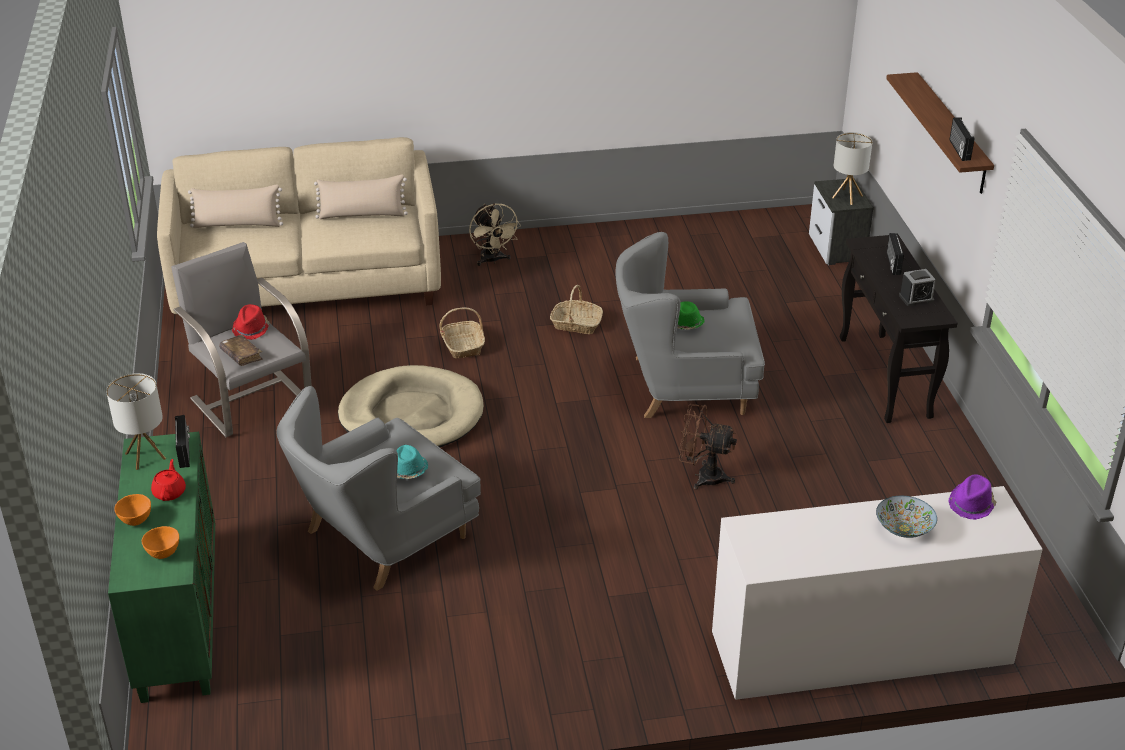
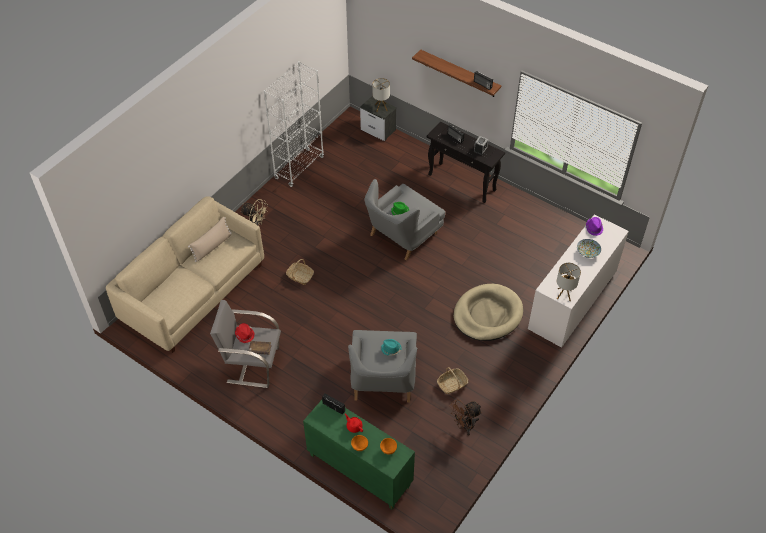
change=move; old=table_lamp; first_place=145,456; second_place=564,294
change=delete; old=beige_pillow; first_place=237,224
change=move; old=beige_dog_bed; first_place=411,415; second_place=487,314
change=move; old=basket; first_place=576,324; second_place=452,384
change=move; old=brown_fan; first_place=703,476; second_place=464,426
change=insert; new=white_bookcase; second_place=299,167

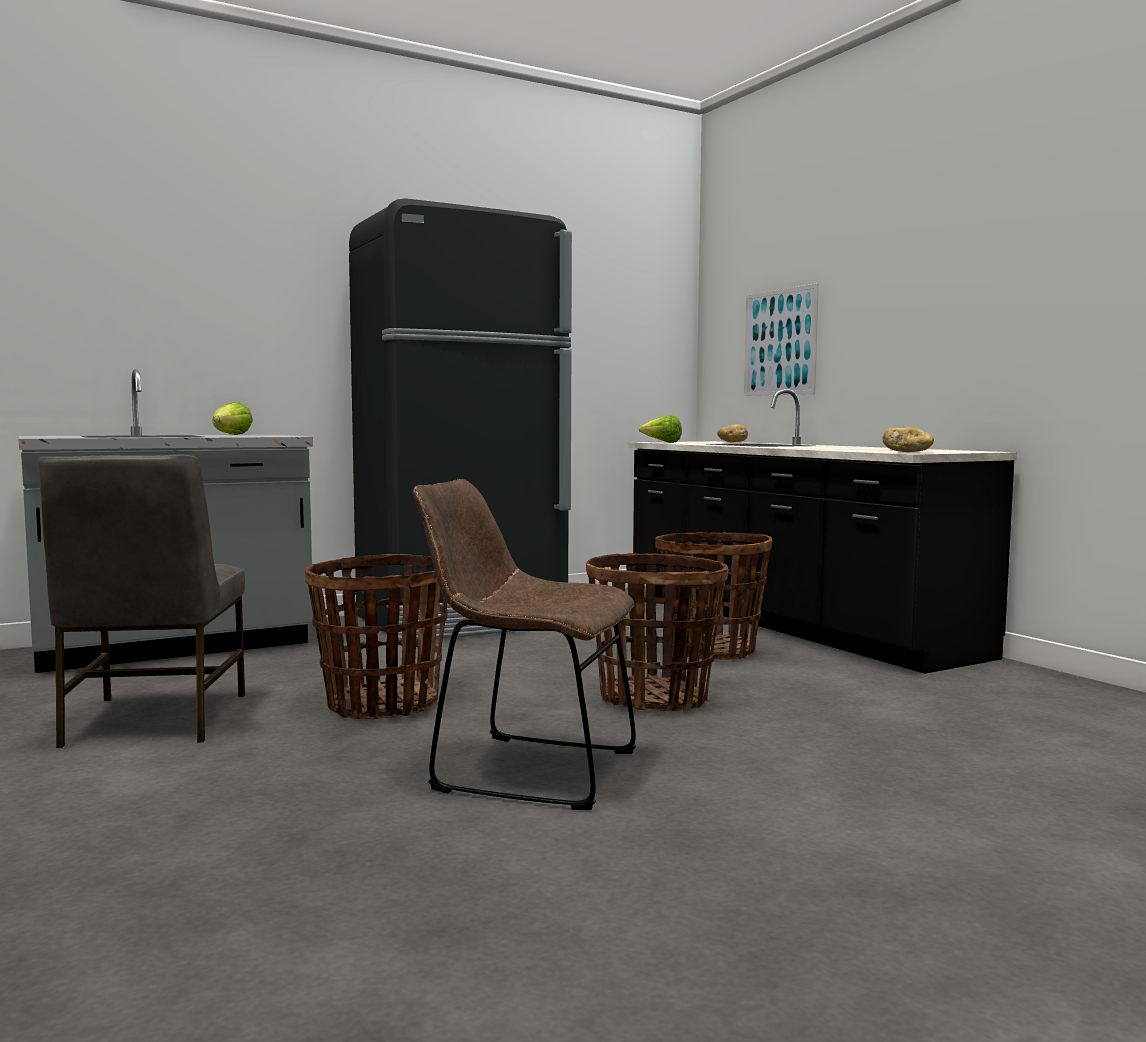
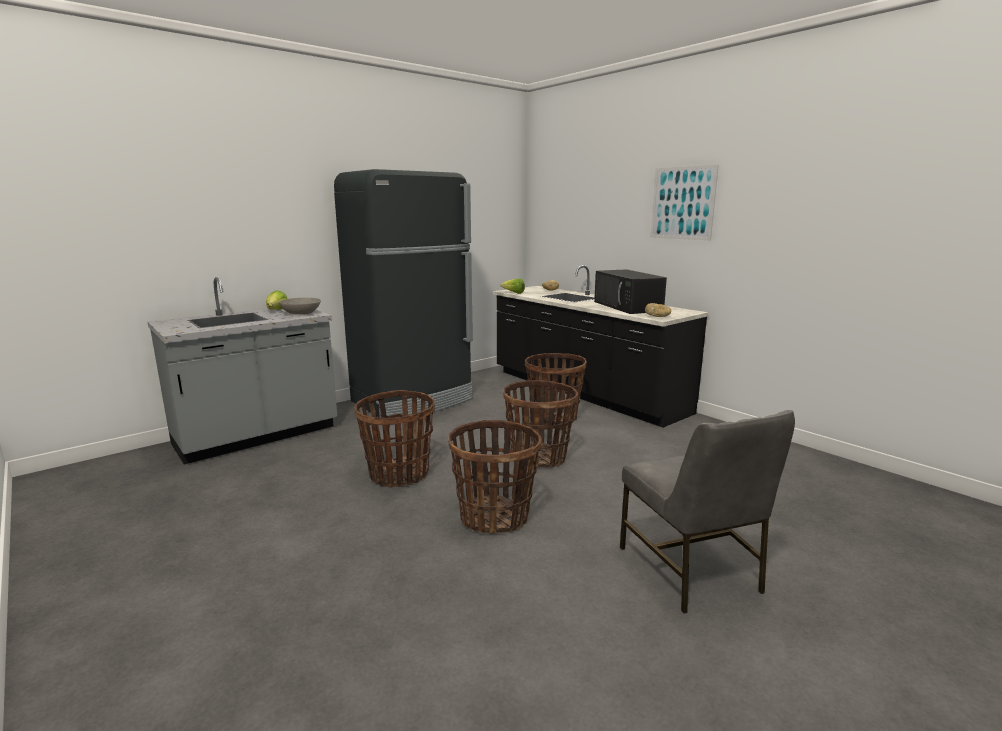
change=move; old=grey_chair; first_place=152,720; second_place=690,570
change=replace; old=brown_chair; new=basket; first_place=525,770; second_place=494,517
change=move; old=picture; first_place=779,342; second_place=682,203
change=insert; new=grey_bowl; second_place=301,313
change=insert; new=black_microwave; second_place=628,306

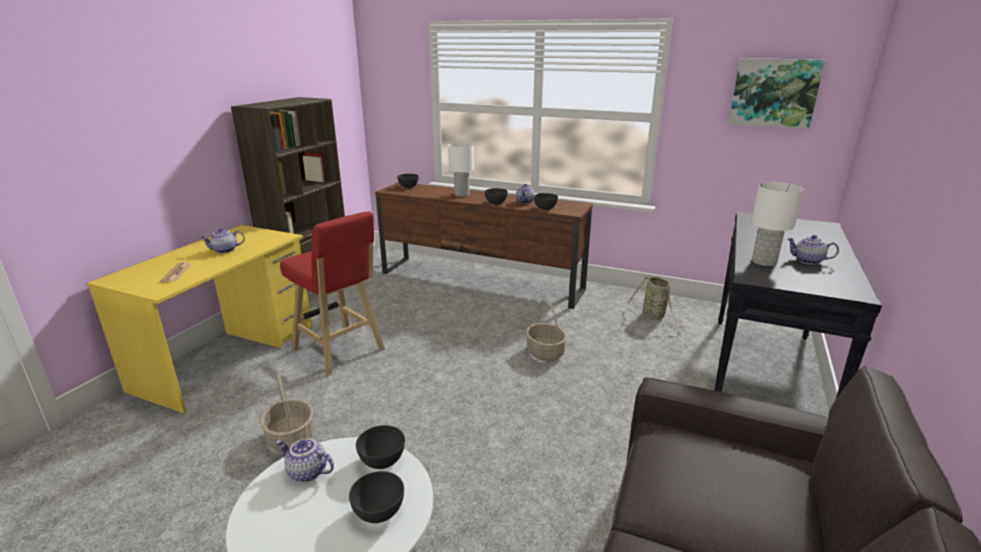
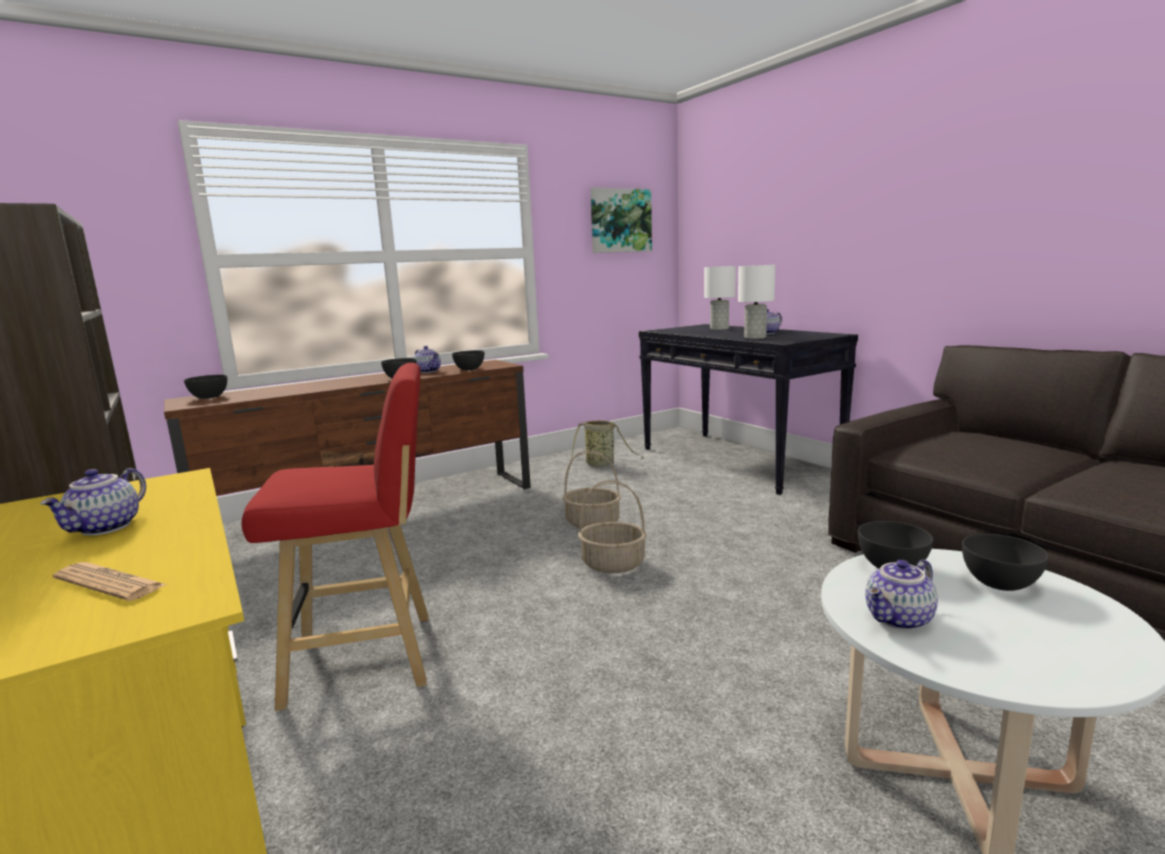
change=move; old=basket; first_place=291,438; second_place=613,564
change=move; old=white_table_lamp; first_place=461,194; second_place=719,329

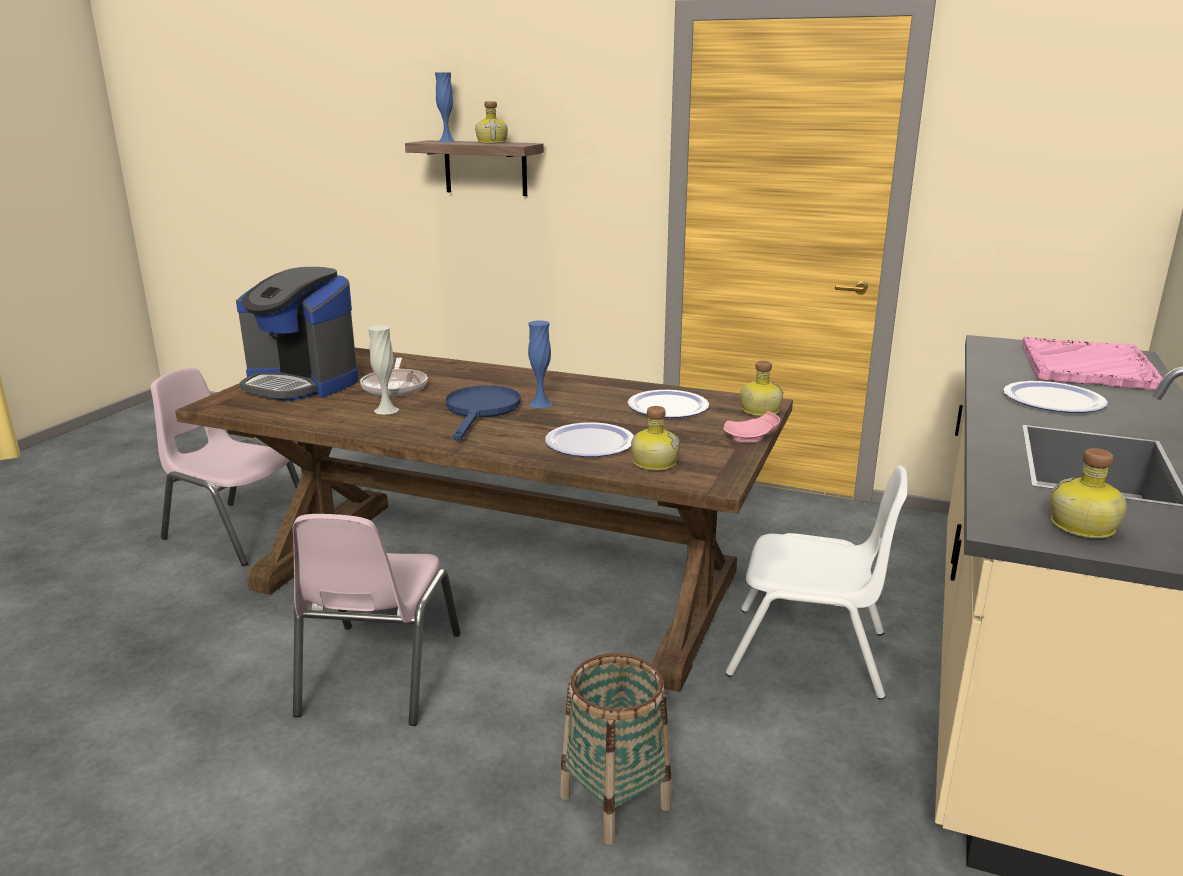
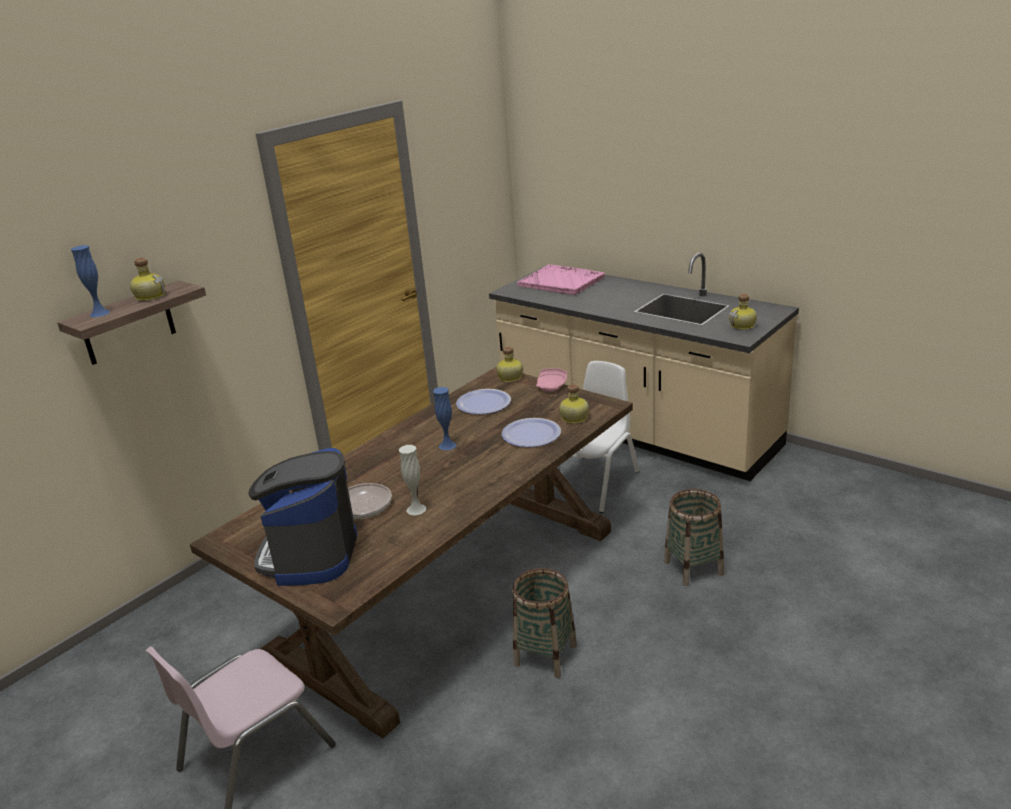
change=rotate; old=coffee_machine; first_place=301,383; second_place=310,555; degrees=135
change=replace; old=pink_chair; new=basket; first_place=379,673; second_place=545,655
change=delete; old=blue_frying_pan; first_place=481,411
change=delete; old=plate; first_place=1053,400

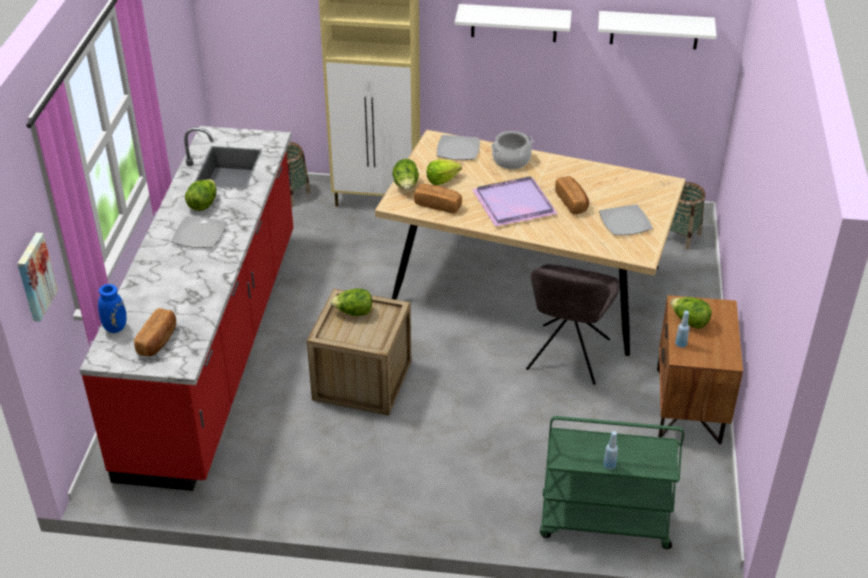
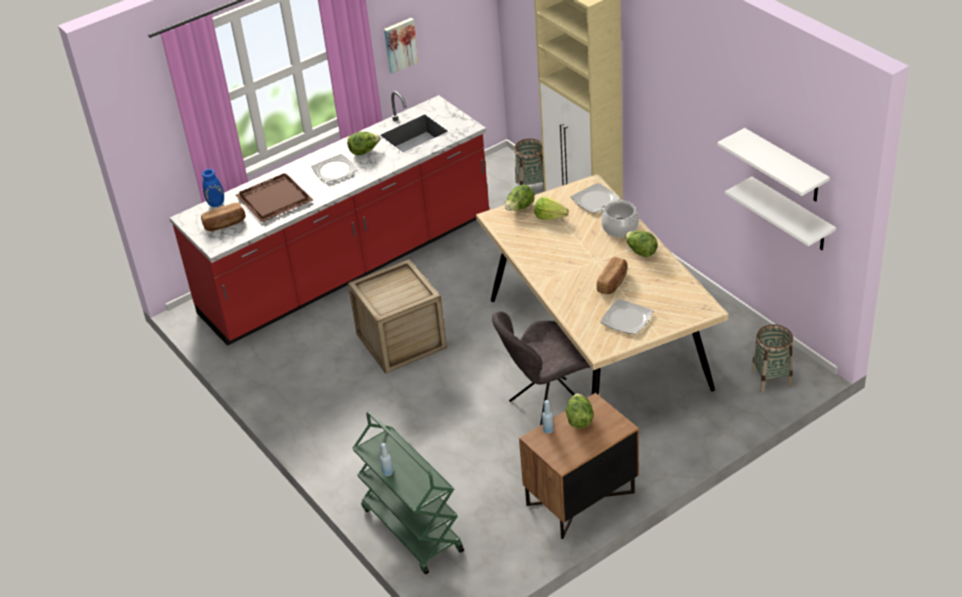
change=move; old=picture; first_place=34,277; second_place=400,45
change=move; old=lettuce; first_place=353,313; second_place=641,252
change=delete; old=bread; first_place=438,205
change=move; old=white_shelf; first_place=514,23; second_place=791,215
change=delete; old=purple_tray; first_place=513,204
change=insert; new=brown_tray; second_place=276,199

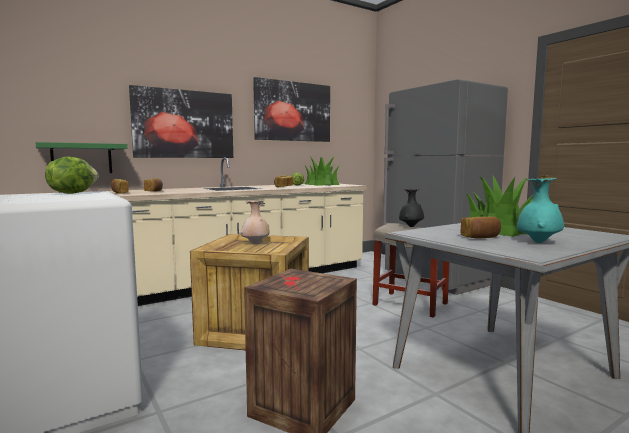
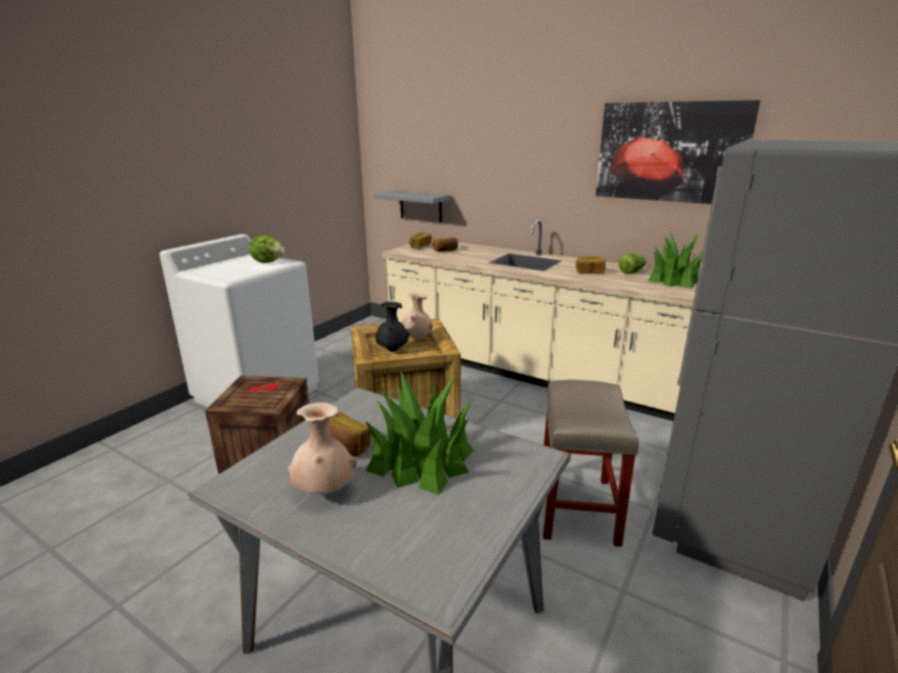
change=recolor; old=green_shelf; new=grey_shelf; first_place=82,158; second_place=421,206
change=delete; old=picture; first_place=184,124
change=move; old=black_vase; first_place=411,226; second_place=392,351
change=recolor; old=turquoise_vase; new=beige_vase; first_place=538,242; second_place=325,492

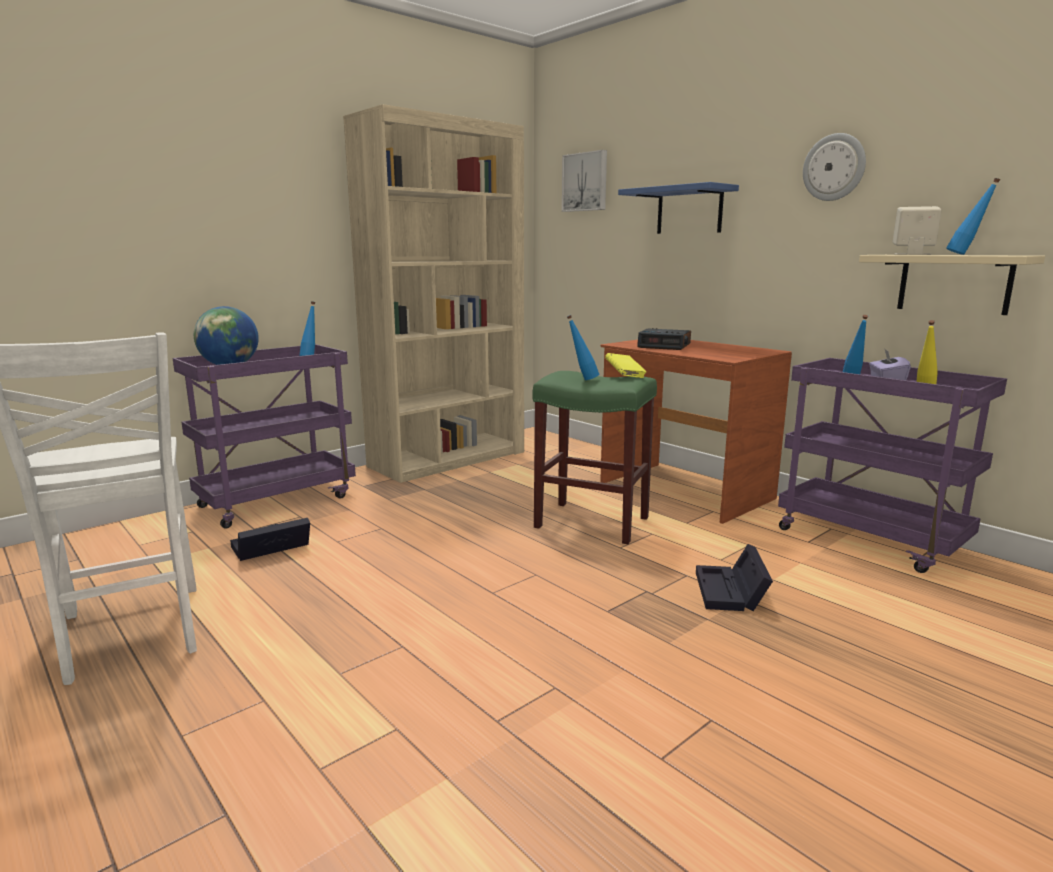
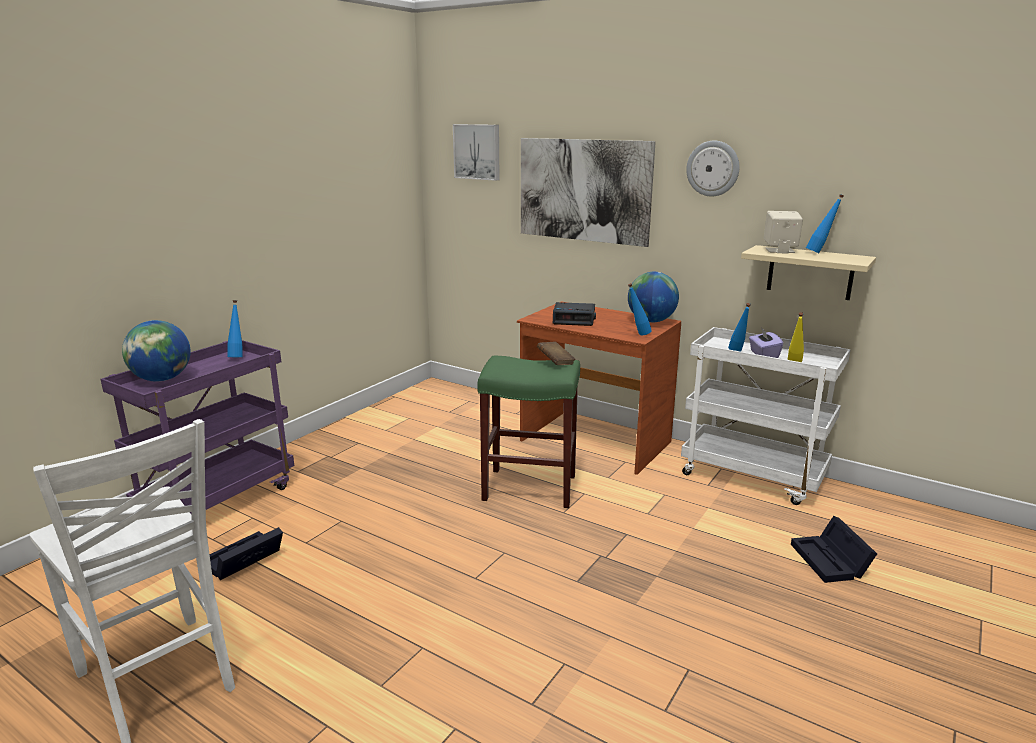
change=delete; old=beige_bookcase; first_place=448,459
change=move; old=blue_bottle; first_place=582,379; second_place=638,335
change=recolor; old=yellow_book; new=brown_book; first_place=625,376; second_place=555,362
change=replace; old=blue_shelf; new=picture; first_place=689,211; second_place=583,190
change=move; old=black_storage_box; first_place=731,592; second_place=831,561
change=recolor; old=purple_cart; new=white_cart; first_place=871,539; second_place=753,476
change=insert; new=globe; second_place=651,321

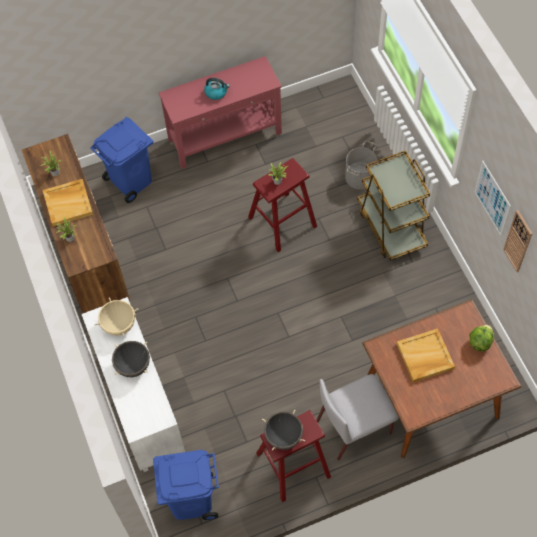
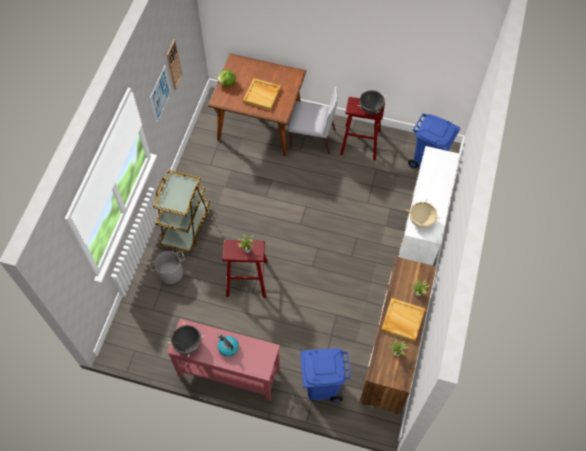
change=move; old=black_cooking_pot; first_place=133,366; second_place=188,344

